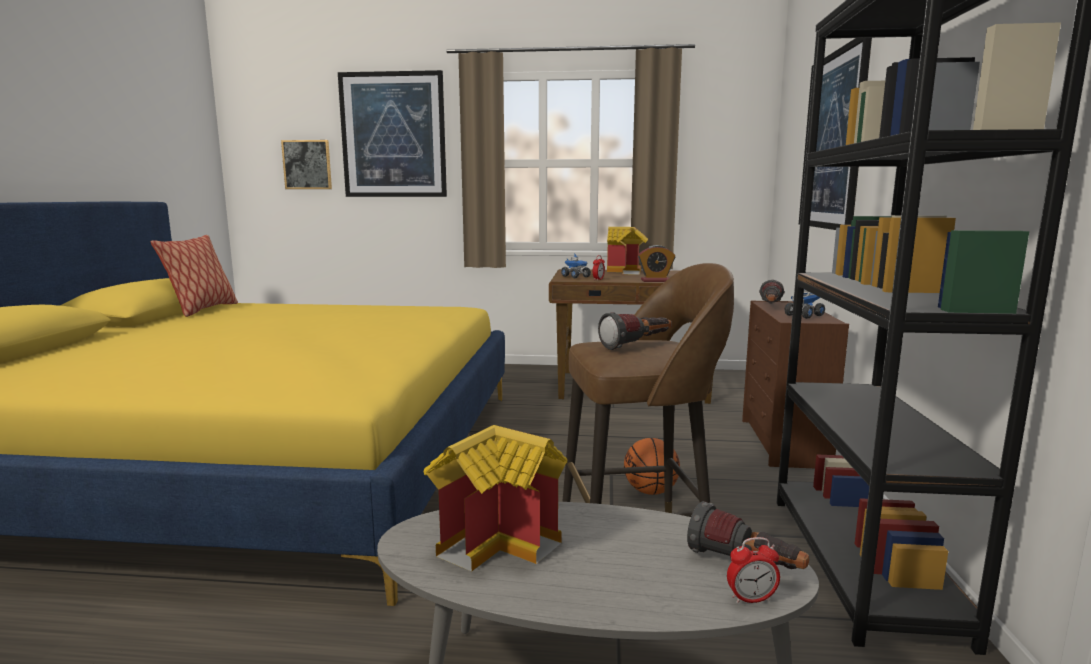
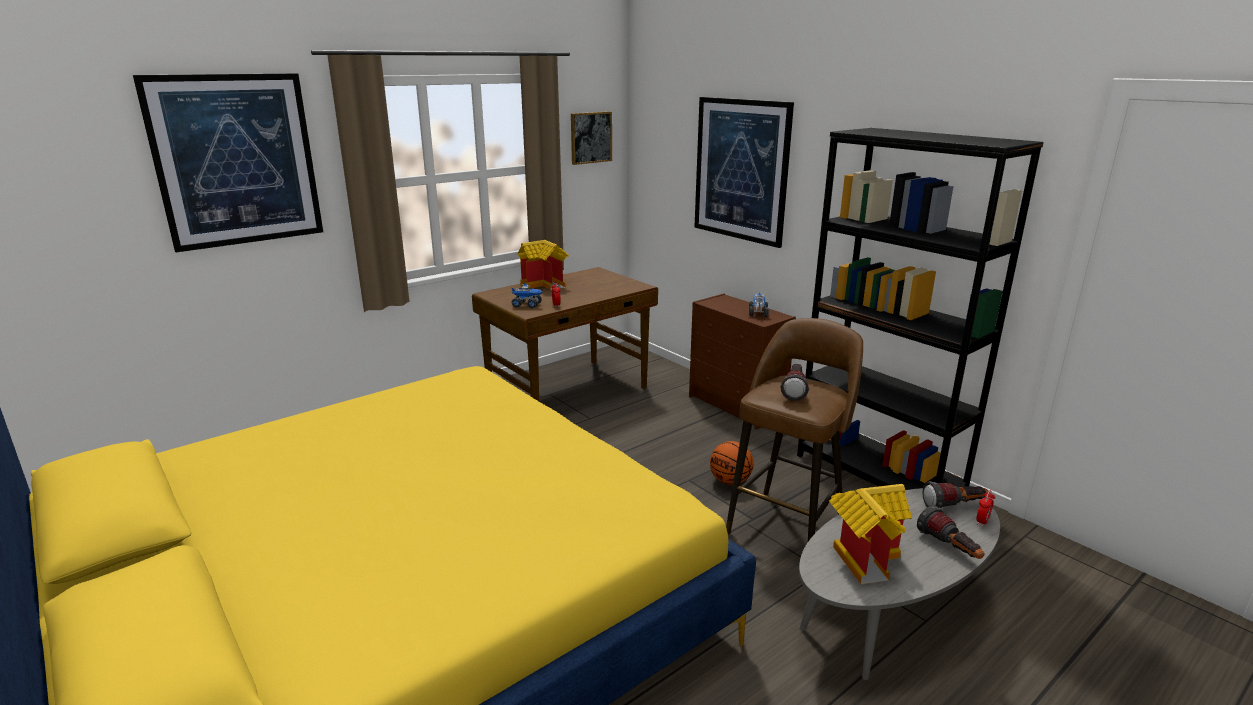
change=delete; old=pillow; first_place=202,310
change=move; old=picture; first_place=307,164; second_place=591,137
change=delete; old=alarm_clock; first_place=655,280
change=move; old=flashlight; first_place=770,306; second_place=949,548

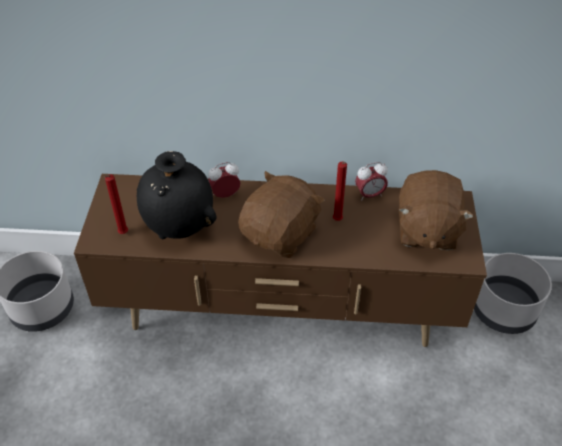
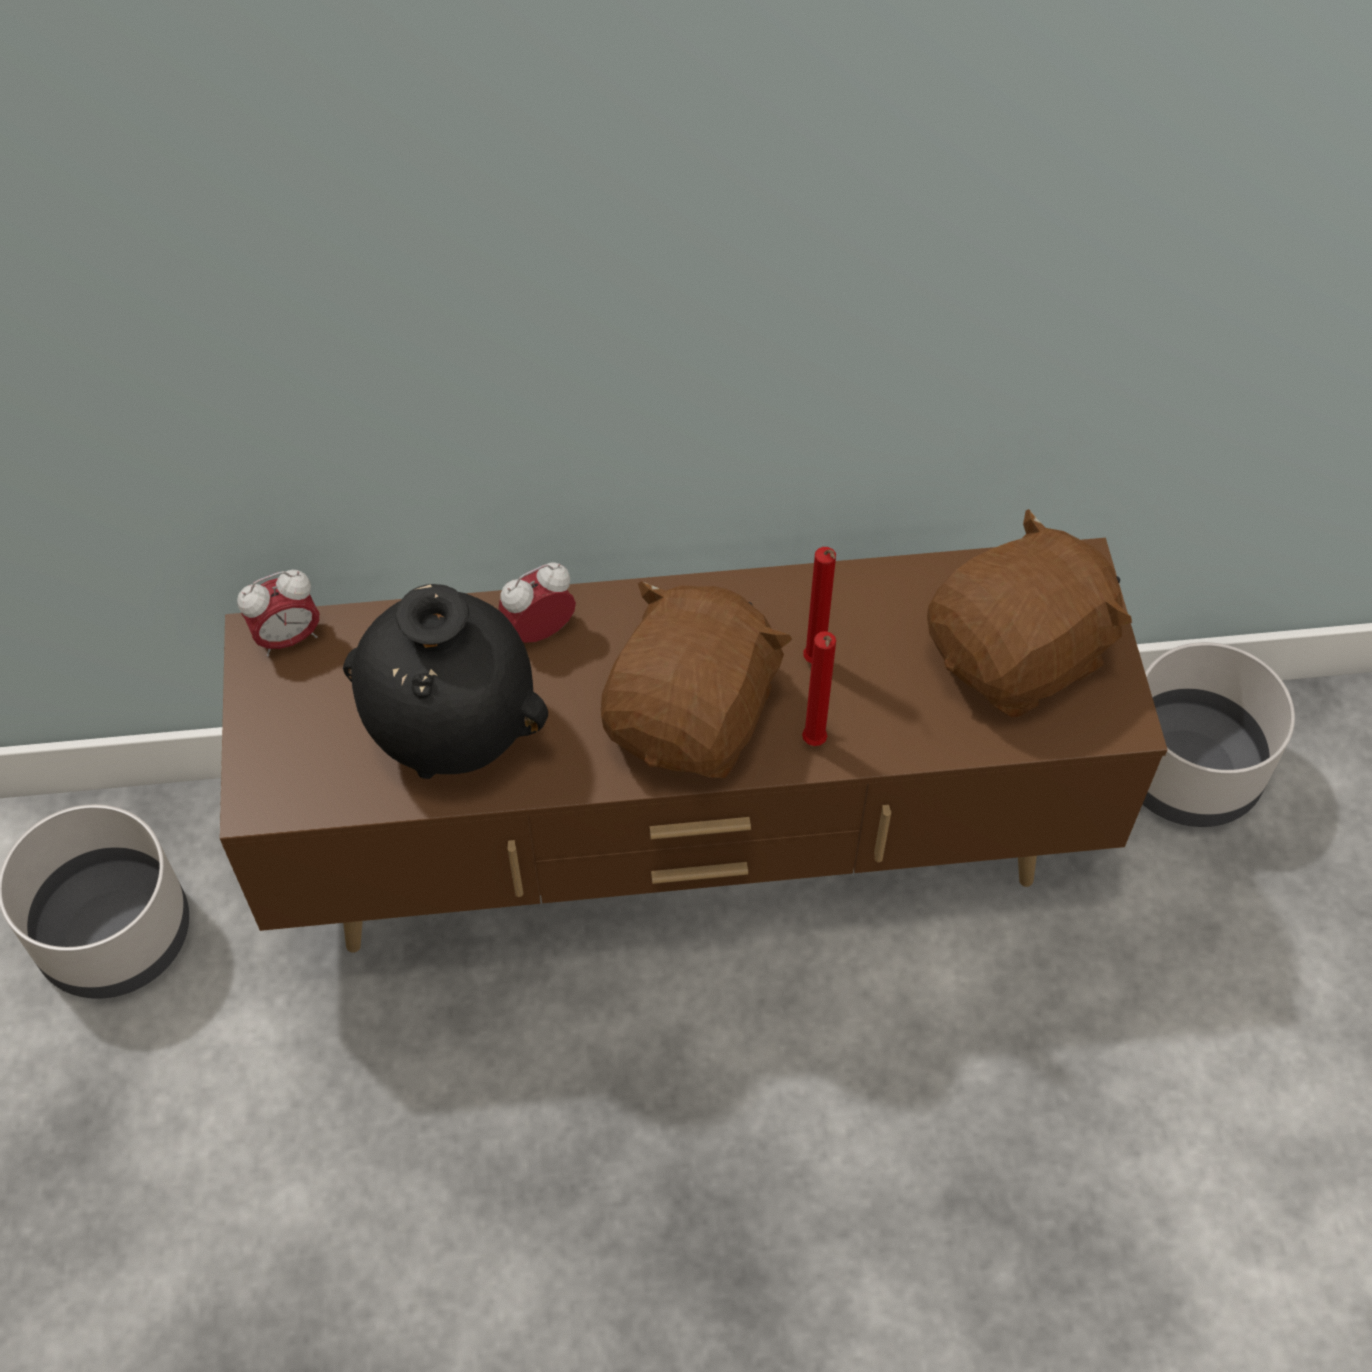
change=move; old=red_candle; first_place=122,234; second_place=813,744
change=move; old=alarm_clock; first_place=369,195; second_place=288,638
change=rotate; old=brown_plush_toy; first_place=426,230; second_place=1019,656; degrees=-120

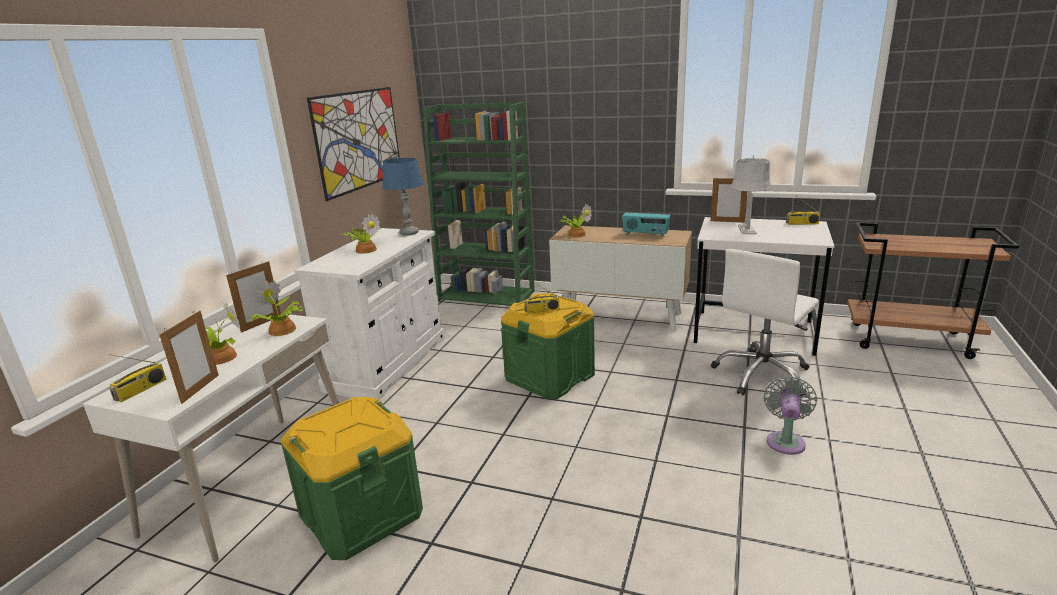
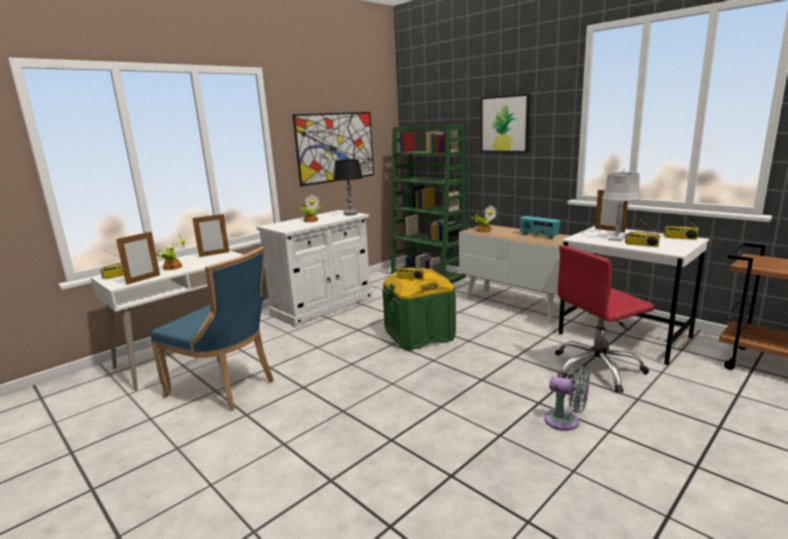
change=delete; old=potted_plant; first_place=282,331
change=replace; old=green_storage_box; new=blue_chair; first_place=361,514; second_place=226,387
change=recolor; old=blue_table_lamp; new=black_table_lamp; first_place=409,233; second_place=351,214
change=recolor; old=white_office_chair; new=red_office_chair; first_place=762,375; second_place=597,369
change=rotate; old=grey_fan; first_place=785,440; second_place=565,421; degrees=75
change=insert; new=picture; second_place=505,124
change=insert; new=radio; second_place=641,245

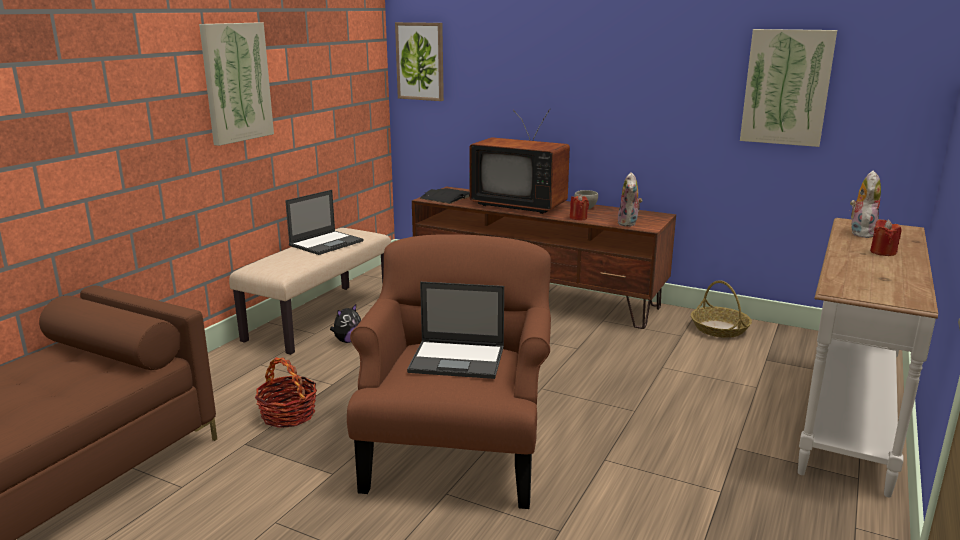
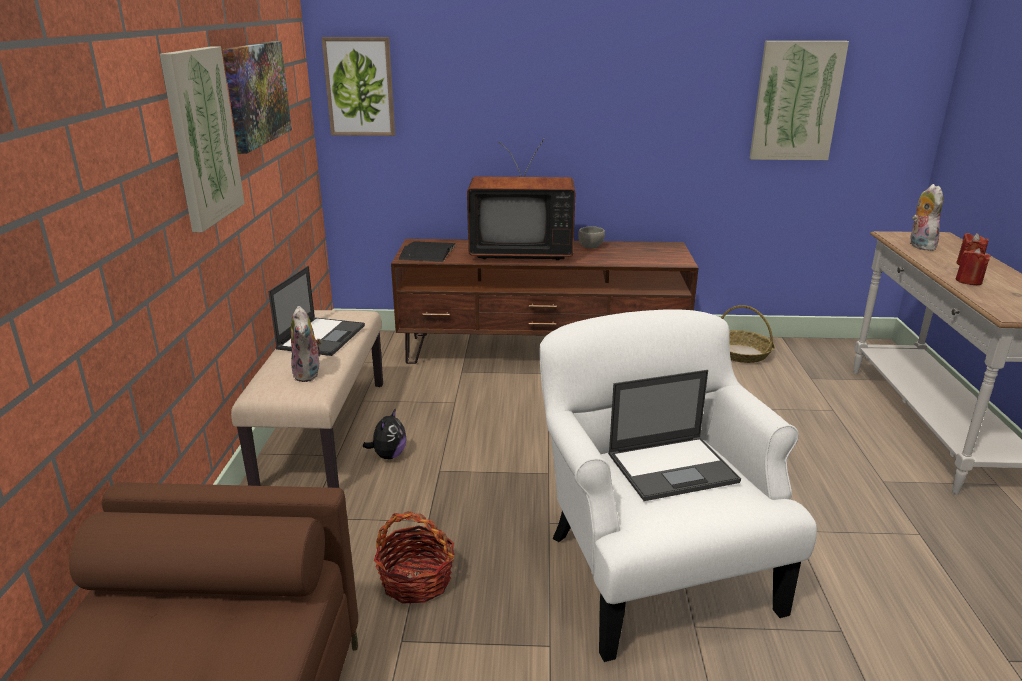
change=recolor; old=brown_armchair; new=white_armchair; first_place=456,452; second_place=653,569
change=move; old=red_candle; first_place=578,218; second_place=968,281
change=move; old=plush_toy; first_place=629,223; second_place=309,374
change=insert; new=picture; second_place=256,94

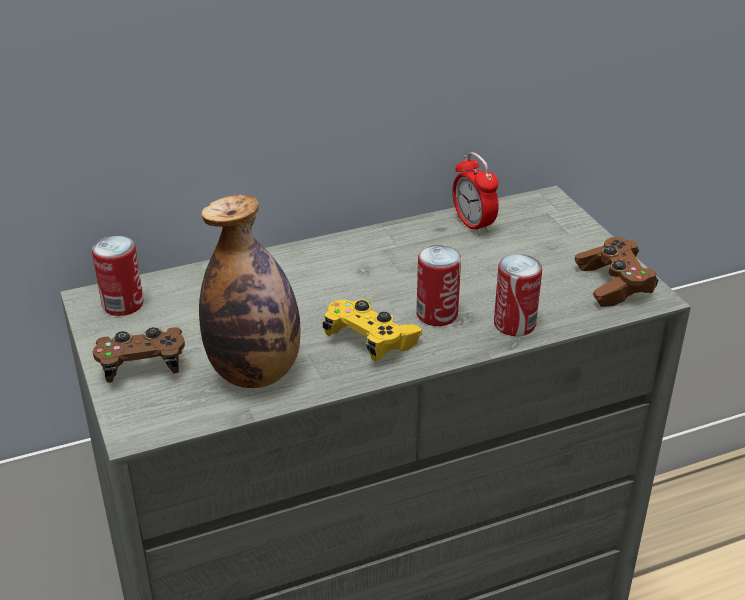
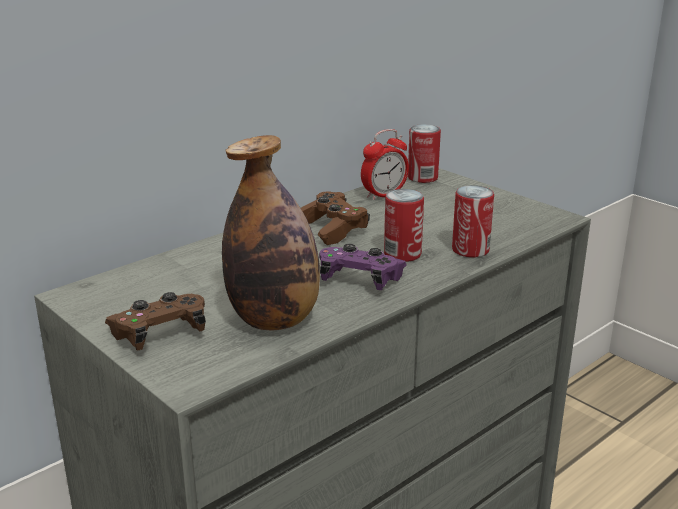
change=move; old=can; first_place=123,304; second_place=422,178
change=recolor; old=yellow_game_controller; new=purple_game_controller; first_place=370,341; second_place=360,280
change=rotate; old=alarm_clock; first_place=473,225; second_place=384,195; degrees=-75
change=move; old=brown_game_controller; first_place=613,284; second_place=331,229

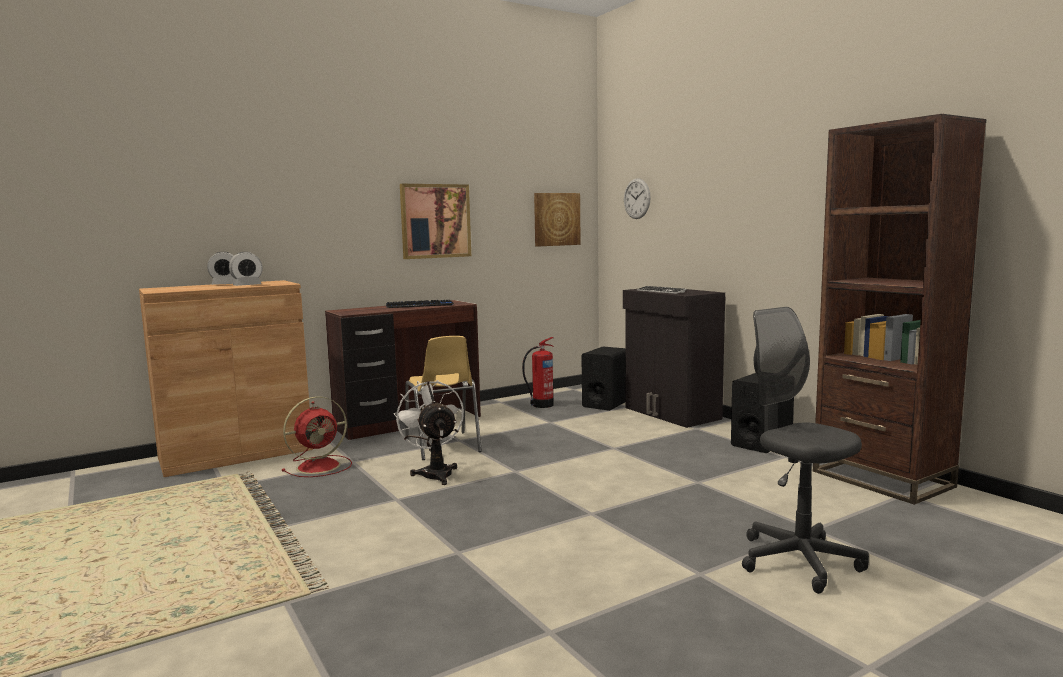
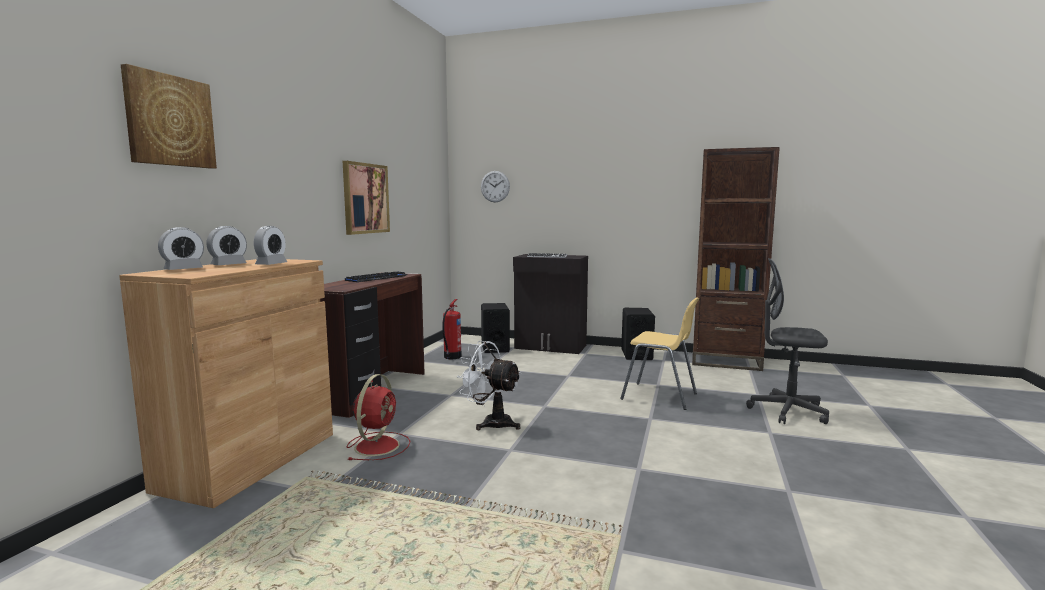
change=move; old=yellow_chair; first_place=443,446; second_place=660,396
change=move; old=picture; first_place=556,219; second_place=169,121
change=insert; new=alarm_clock; second_place=183,269

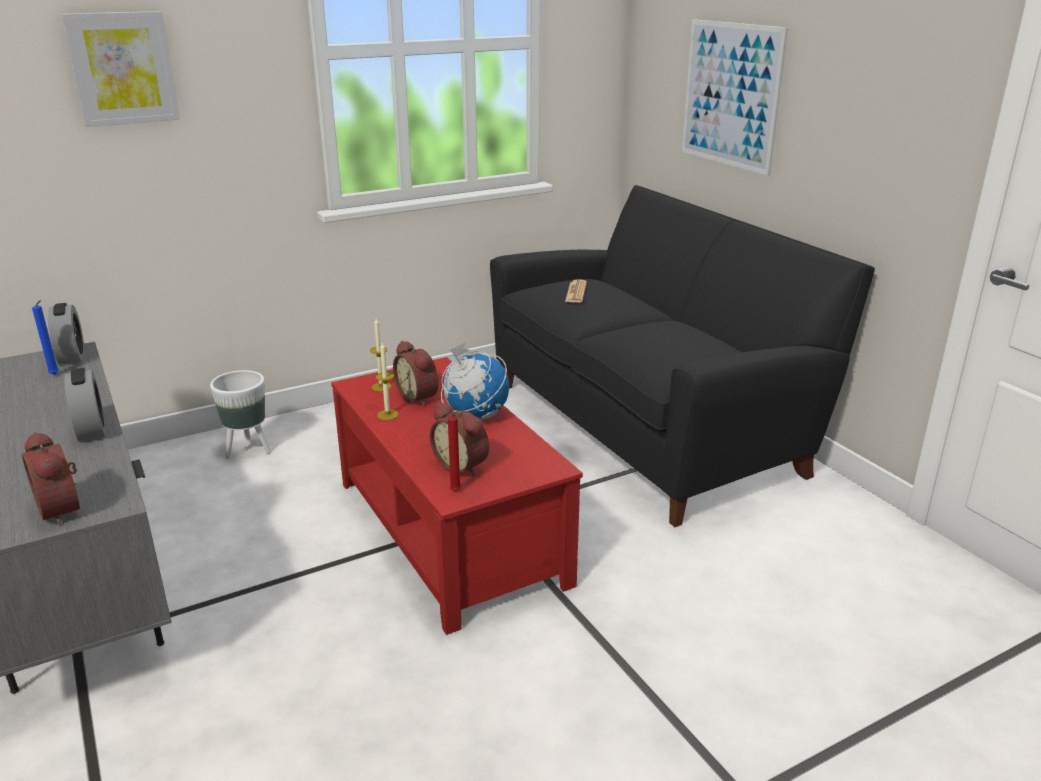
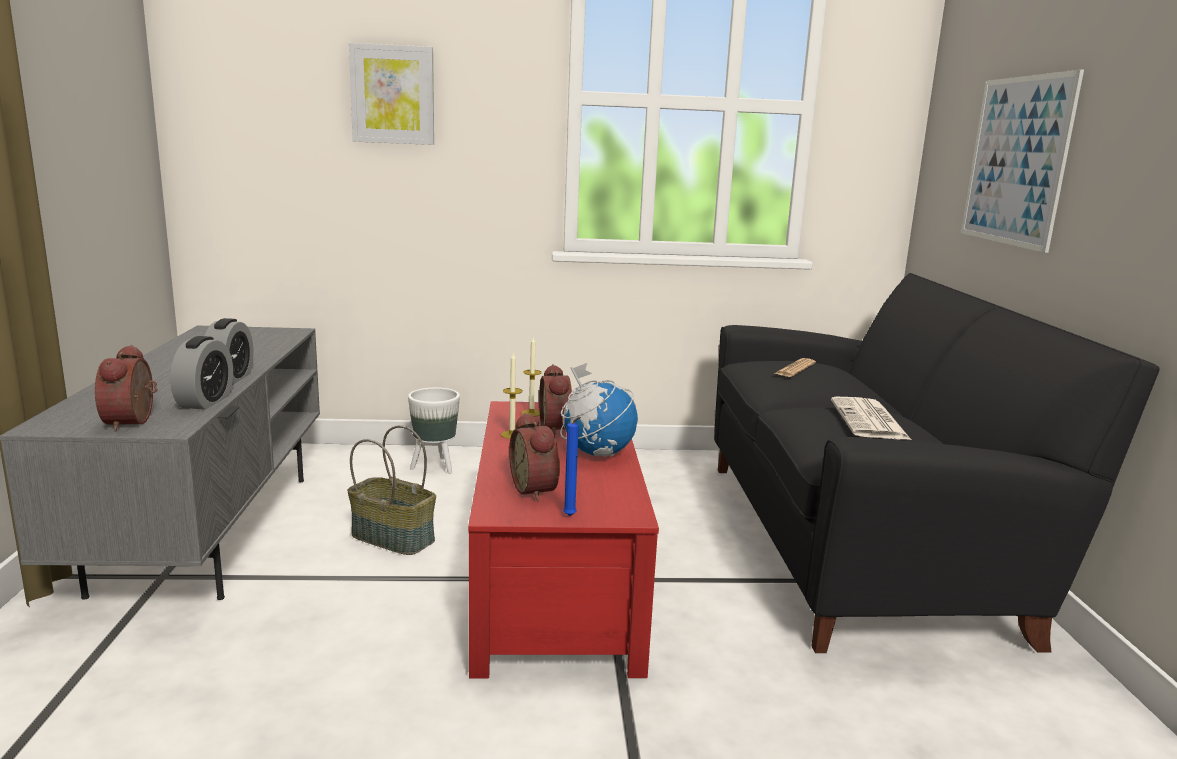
change=move; old=blue_candle; first_place=55,375; second_place=570,517
change=move; old=alarm_clock; first_place=72,356; second_place=205,401
change=delete; old=red_candle; first_place=455,492
change=insert; new=basket; second_place=394,537
change=insert; new=newspaper; second_place=870,420

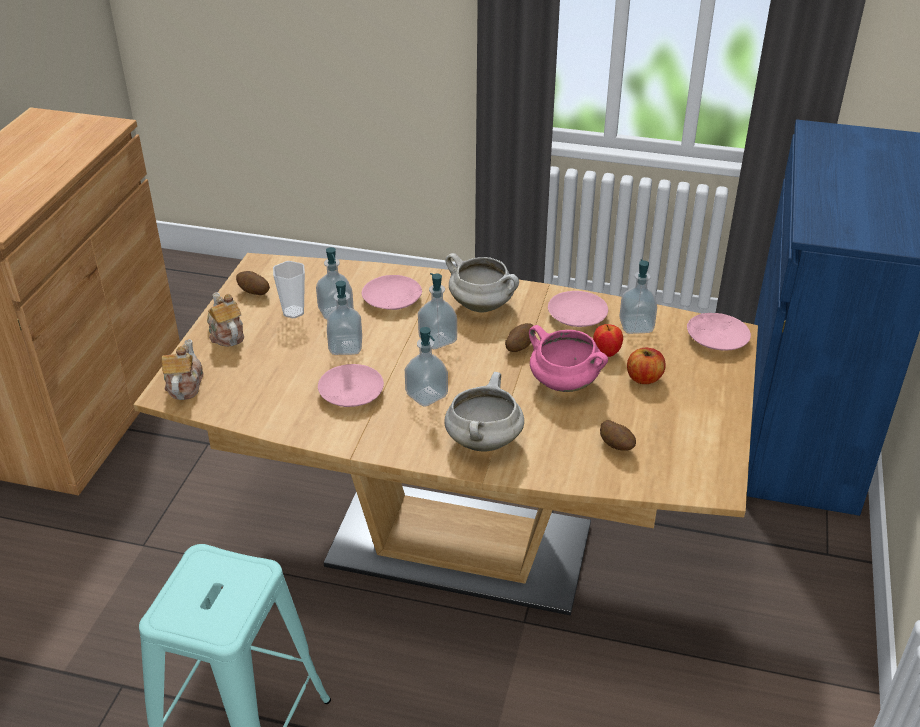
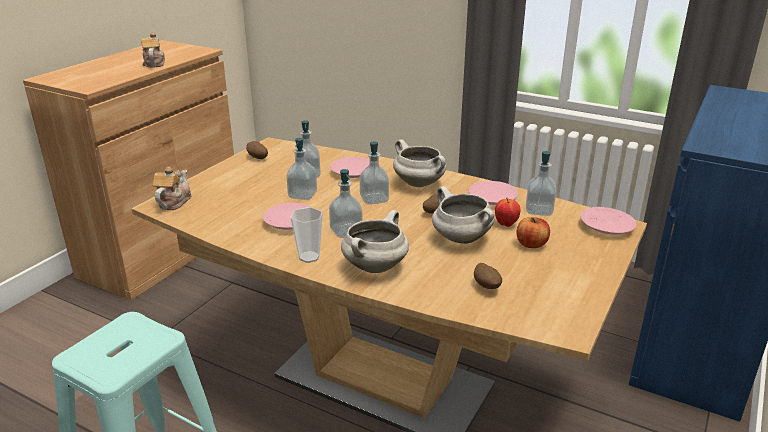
change=move; old=teapot; first_place=226,334; second_place=154,64
change=move; old=cup; first_place=293,312; second_place=309,257
change=recolor; old=pink_cooking_pot; new=white_cooking_pot; first_place=563,383; second_place=460,239

